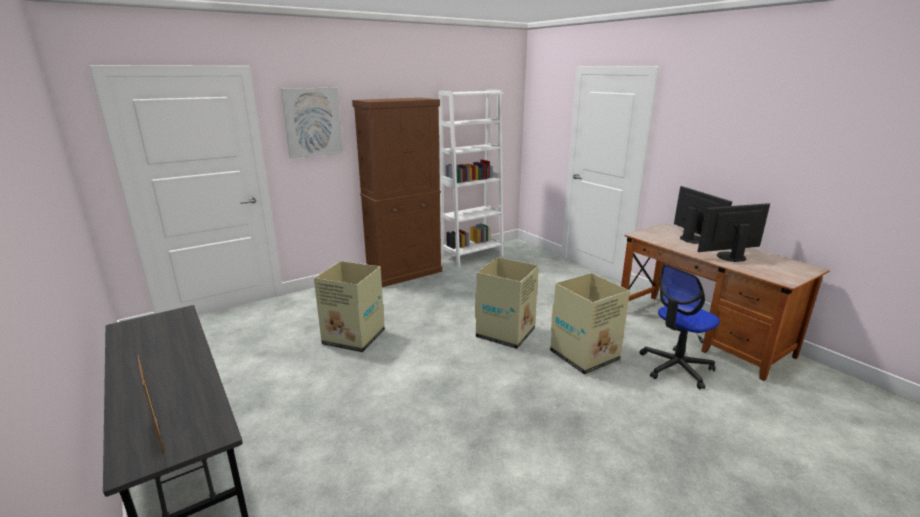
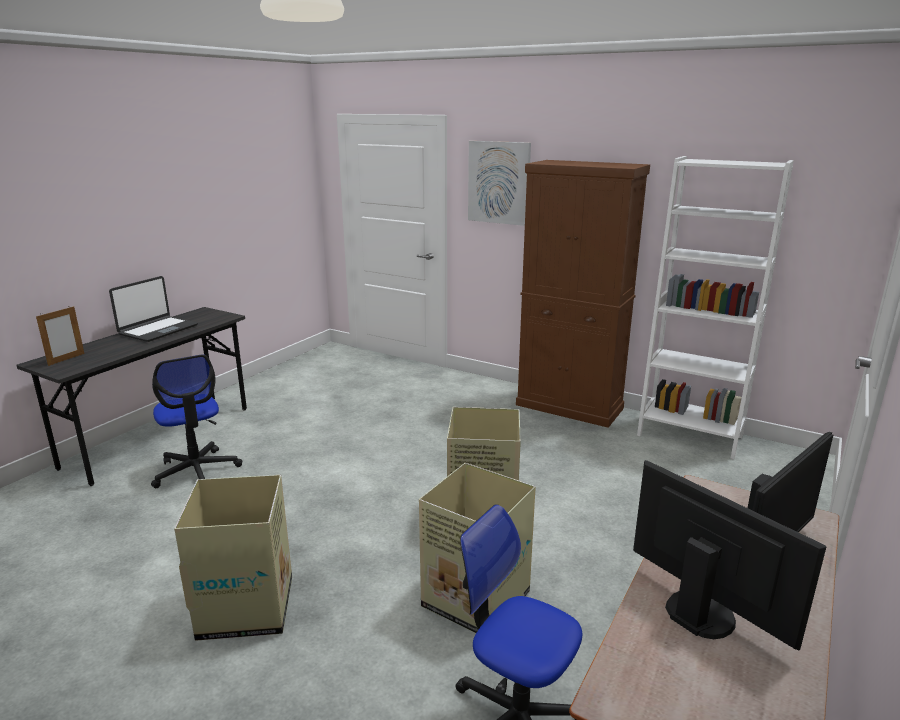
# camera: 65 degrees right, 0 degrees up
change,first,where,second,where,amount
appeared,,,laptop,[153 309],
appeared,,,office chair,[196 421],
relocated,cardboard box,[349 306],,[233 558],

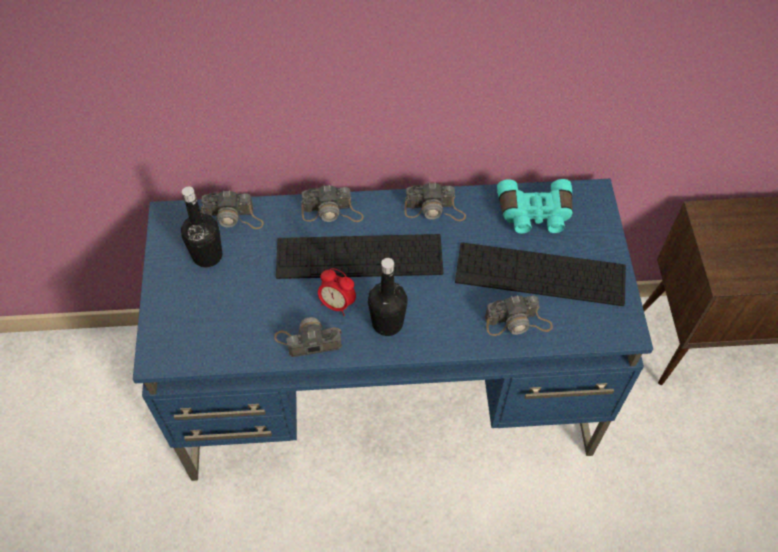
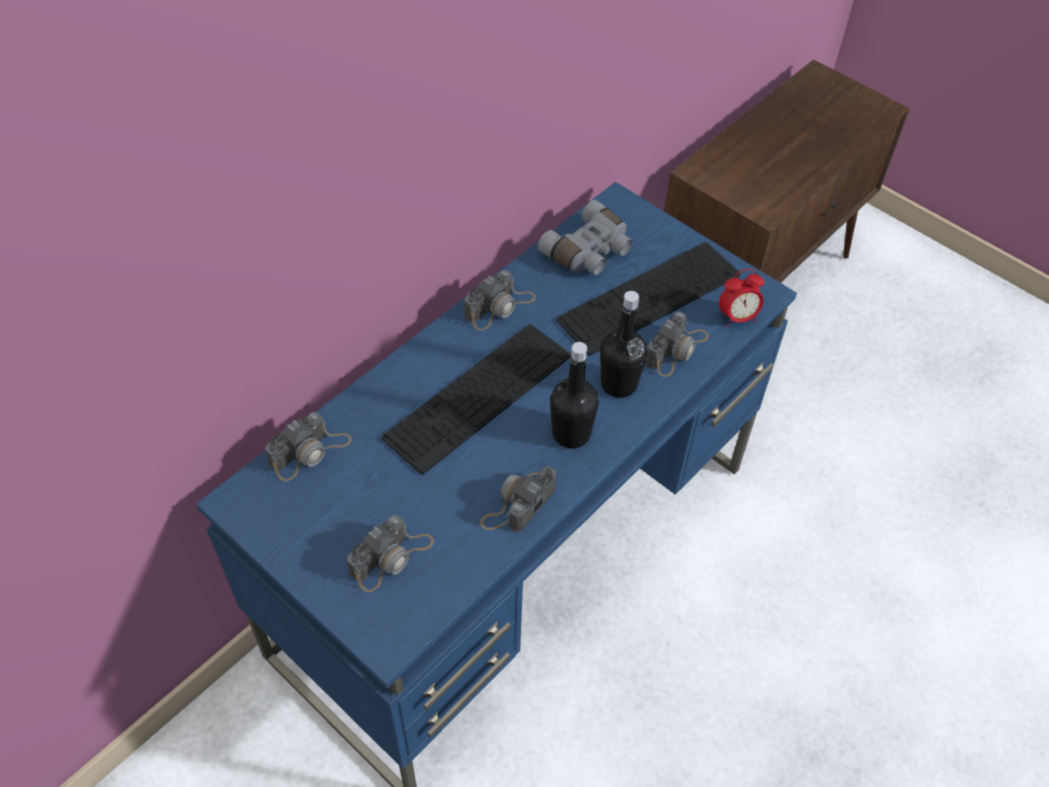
# camera: 45 degrees left, 5 degrees down
change,first,where,second,where,amount
relocated,black bottle,[201 227],,[623 344],
relocated,photo camera,[332 203],,[390 553],
relocated,alarm clock,[337 292],,[741 298],
colour,turquoise binoculars,[535 206],grey binoculars,[585 237],

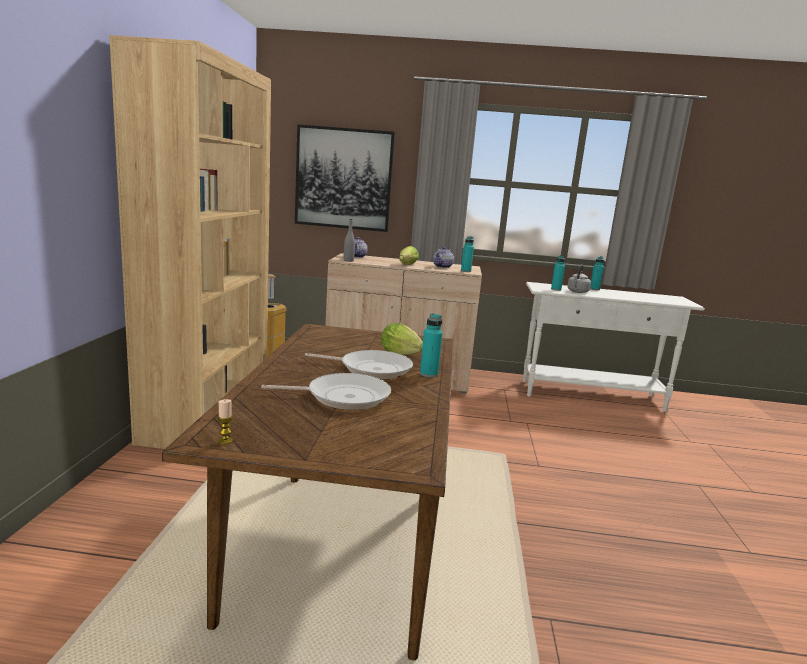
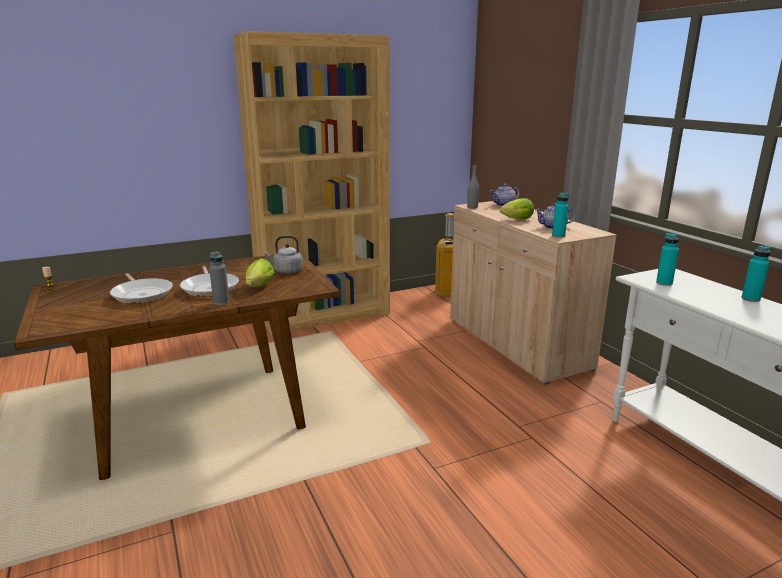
# camera: 60 degrees right, 5 degrees up
change,first,where,second,where,amount
missing,picture,[345 178],,,
relocated,grey kettle,[579 278],,[283 255],
colour,turquoise bottle,[431 345],grey bottle,[219 278],

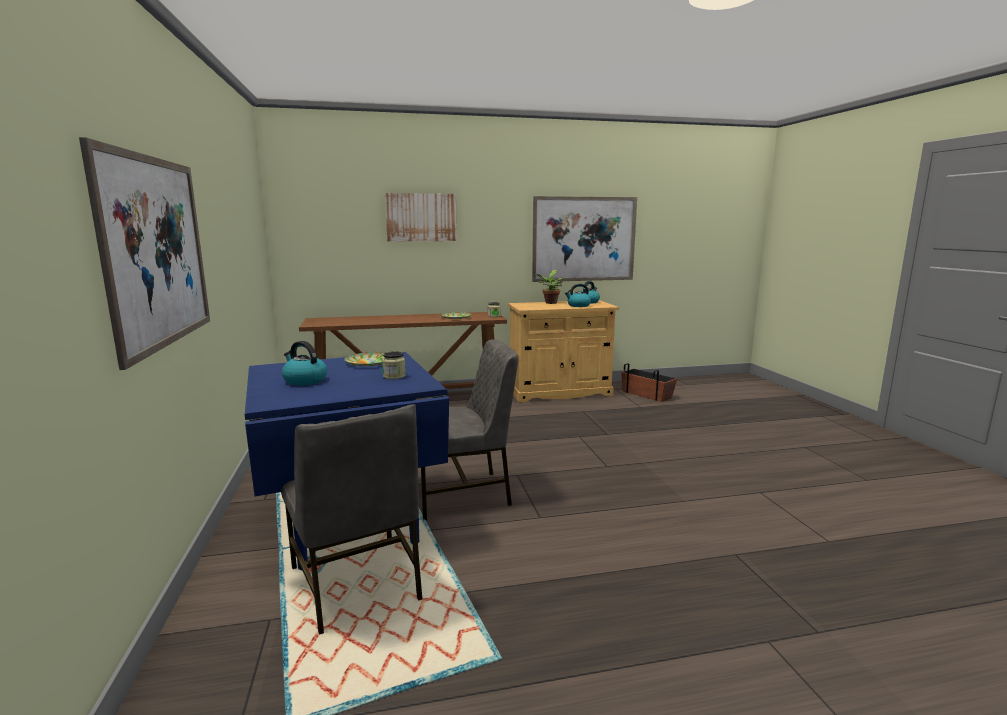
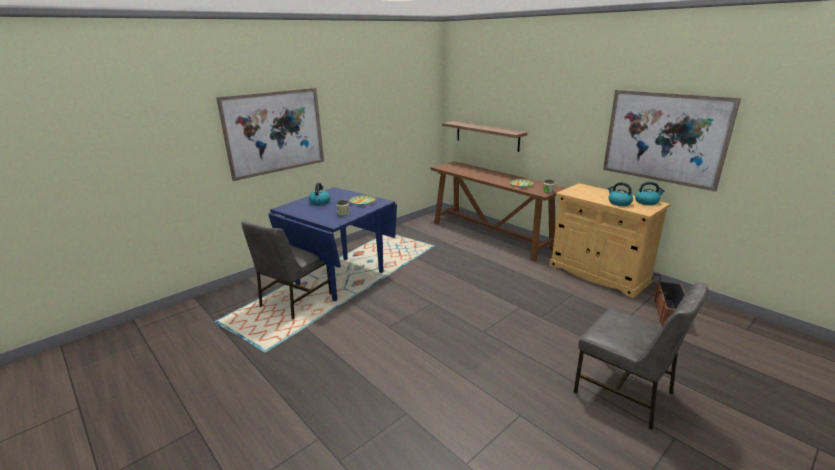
# camera: 60 degrees right, 10 degrees up
change,first,where,second,where,amount
missing,picture,[421 217],,,
missing,potted plant,[549 287],,,
appeared,,,shelf,[484 136],
relocated,grey chair,[469 429],,[641 356],

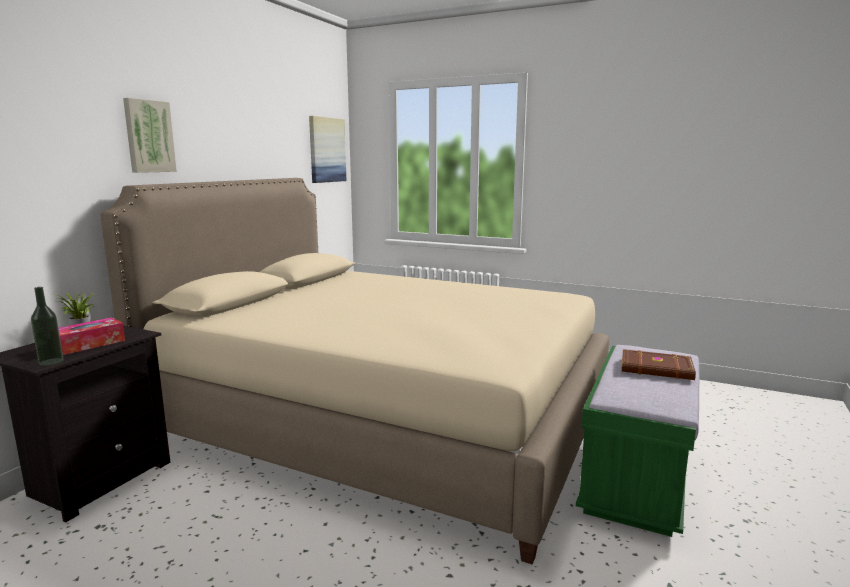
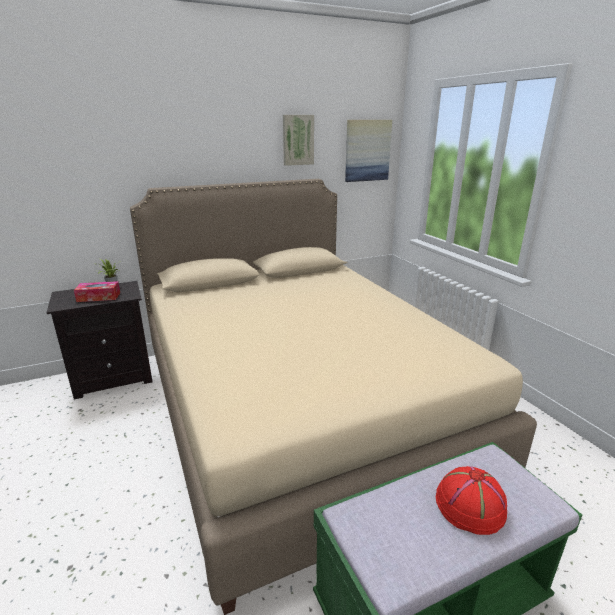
# camera: 40 degrees right, 10 degrees up
change,first,where,second,where,amount
missing,bottle,[47 326],,,
relocated,picture,[150 135],,[298 140],
exchanged,brown book,[659 364],red hat,[471 500],

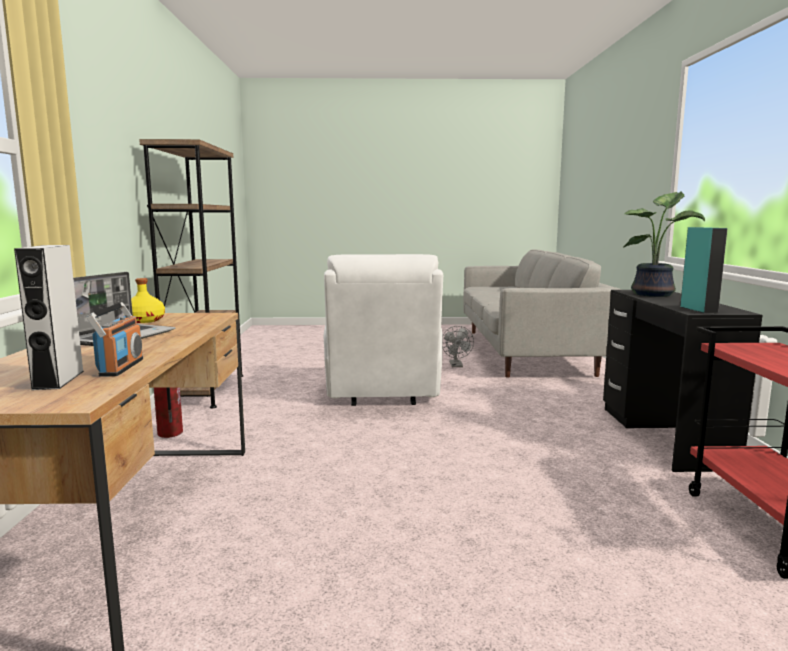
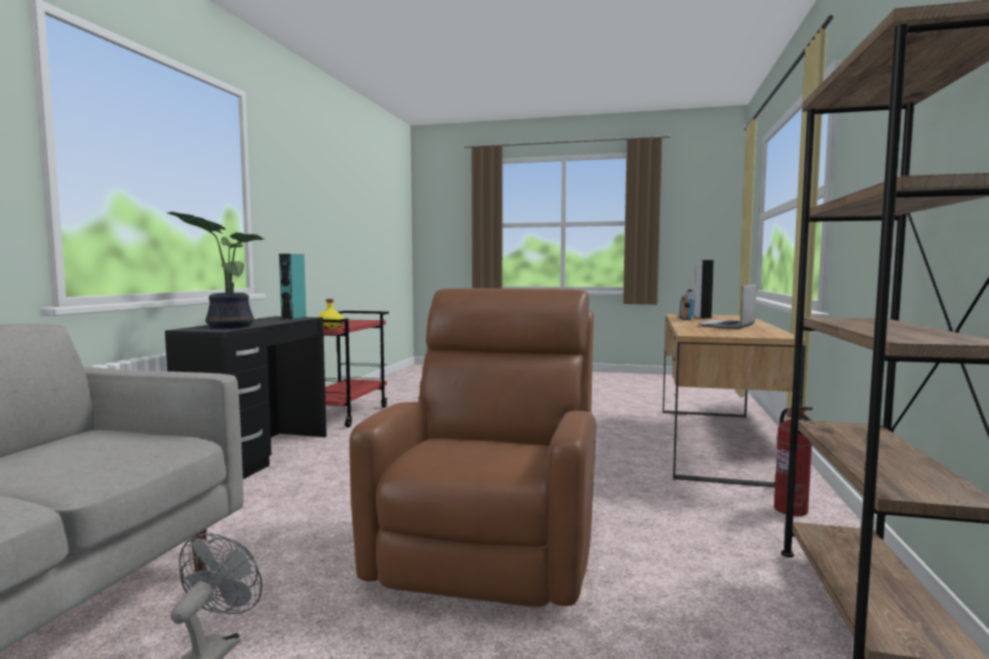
# camera: 165 degrees left, 5 degrees down
change,first,where,second,where,amount
relocated,yellow bottle,[148 300],,[331 314],
colour,white armchair,[383 330],brown armchair,[472 447],

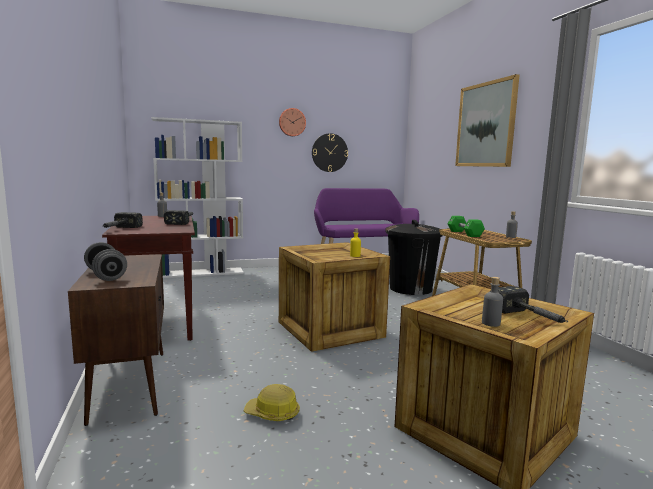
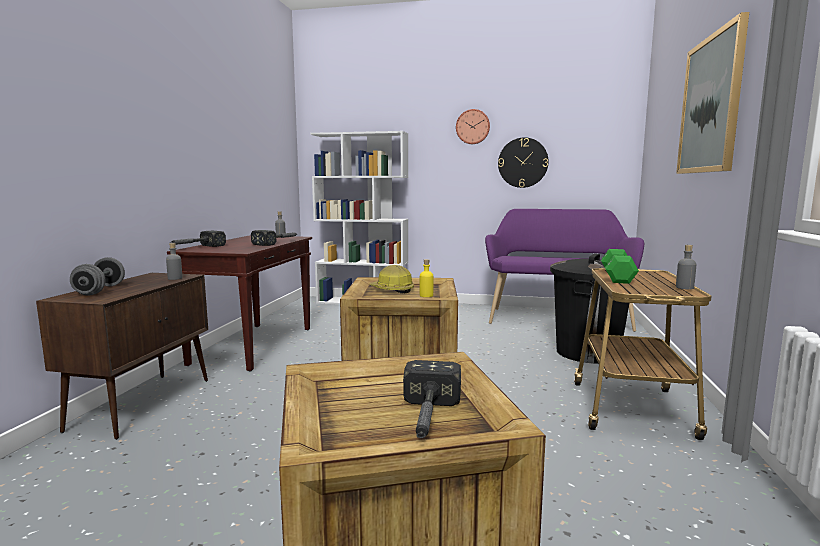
# camera: 30 degrees right, 0 degrees up
change,first,where,second,where,amount
relocated,hard hat,[272 402],,[391 279],
relocated,grey bottle,[492 302],,[174 261],

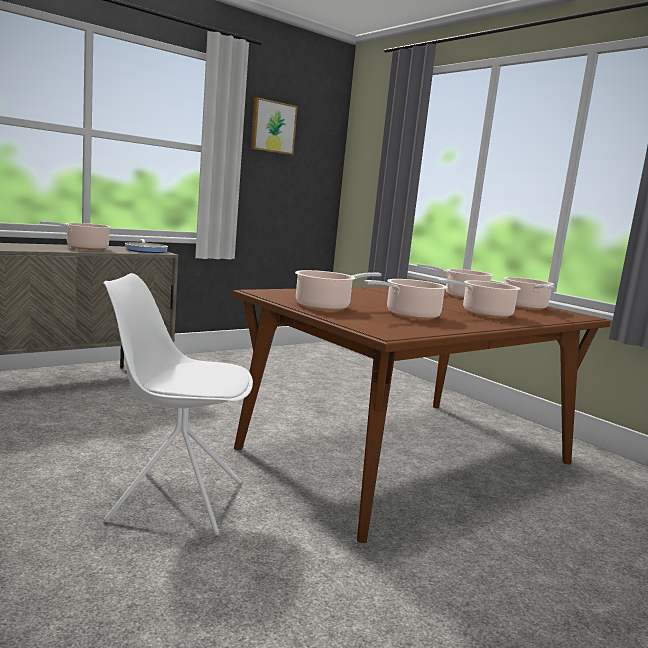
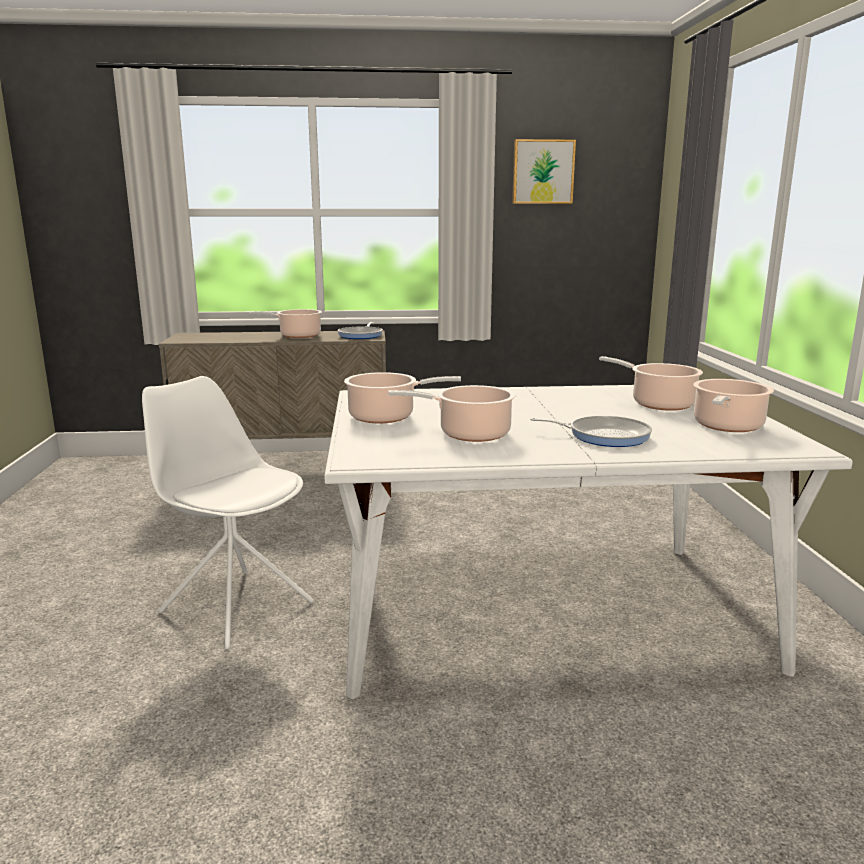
# camera: 35 degrees right, 5 degrees up
change,first,where,second,where,amount
exchanged,cooking pot,[479 298],frying pan,[591 431],
colour,brown dining table,[422 415],white dining table,[589 542],

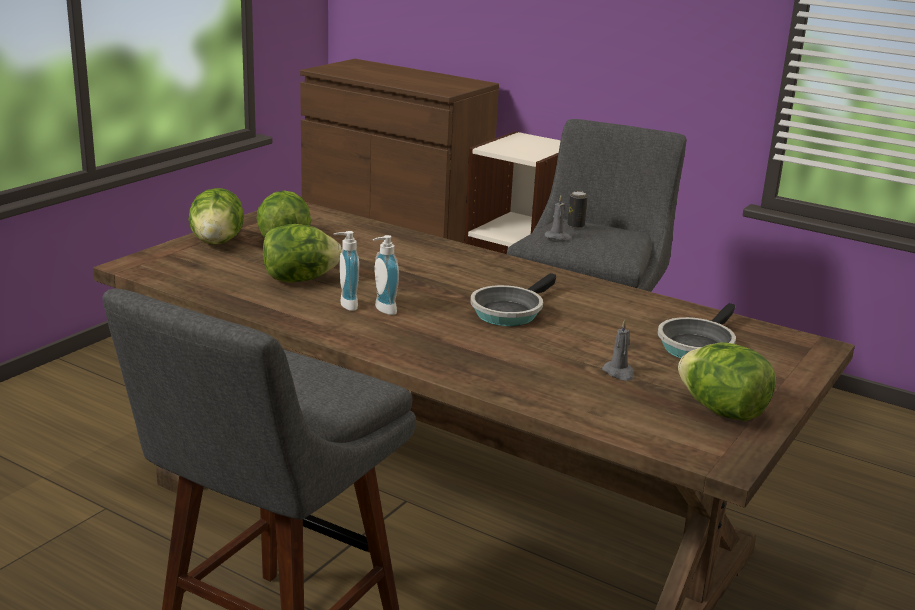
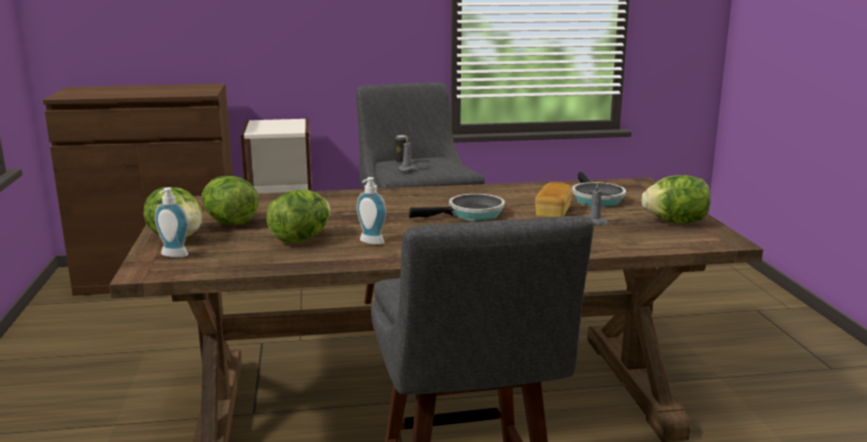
# camera: 40 degrees left, 5 degrees down
change,first,where,second,where,amount
appeared,,,bread,[554 200],
relocated,soap dispenser,[386 275],,[171 222],
spun,frying pan,[513 299],,[457 207],105 degrees counterclockwise

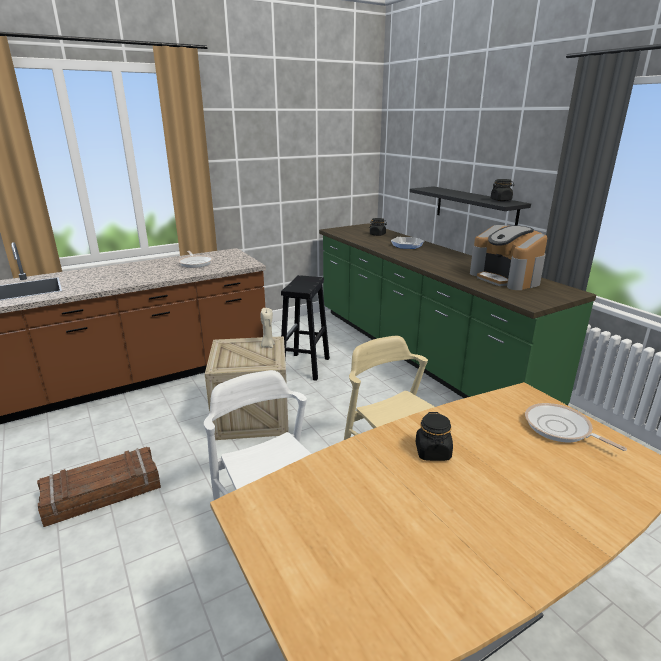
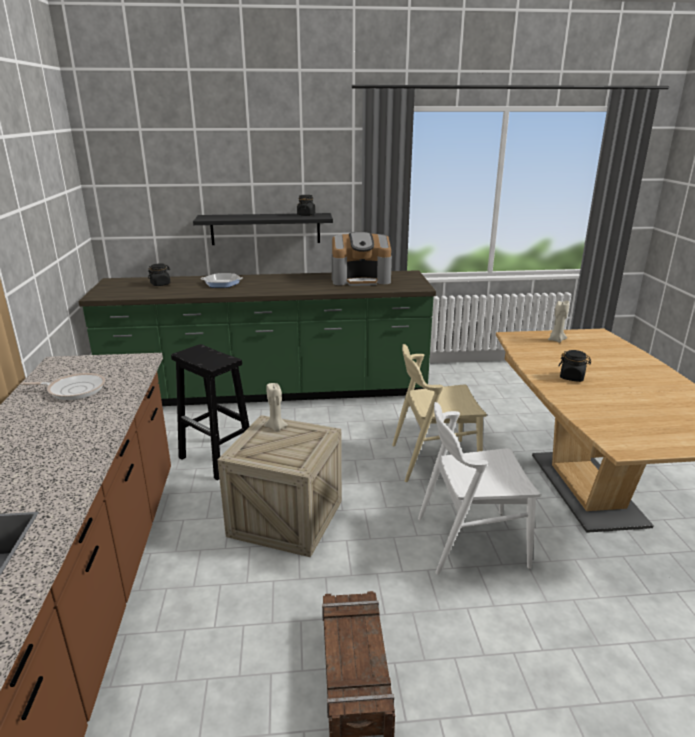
# camera: 65 degrees left, 0 degrees up
change,first,where,second,where,amount
exchanged,frying pan,[576 427],beige candle,[558 321],

